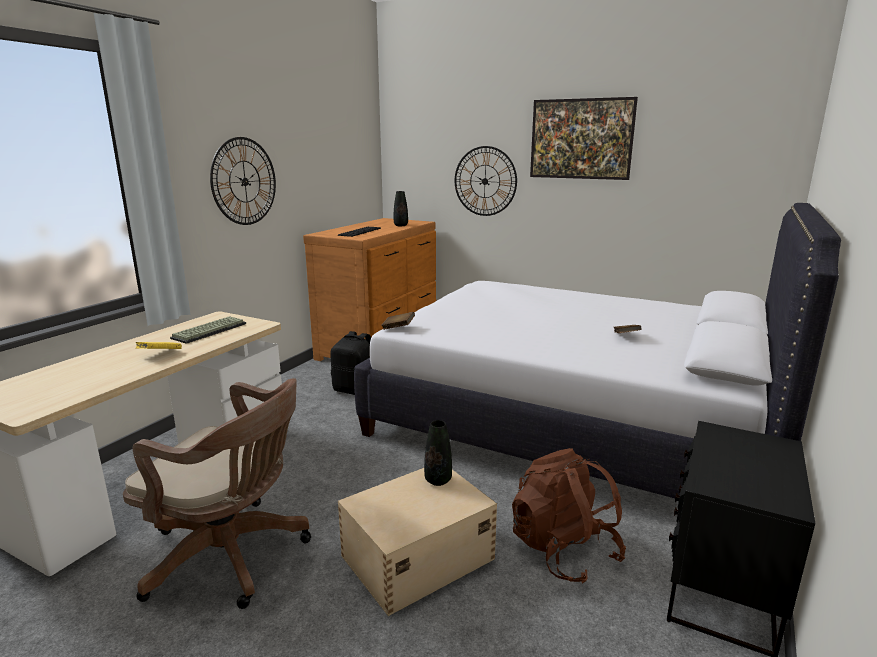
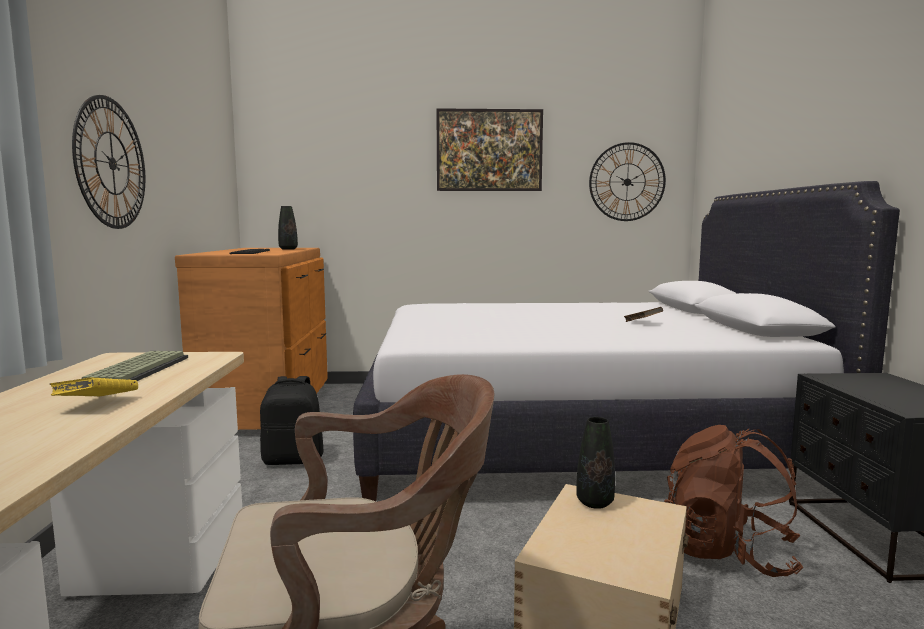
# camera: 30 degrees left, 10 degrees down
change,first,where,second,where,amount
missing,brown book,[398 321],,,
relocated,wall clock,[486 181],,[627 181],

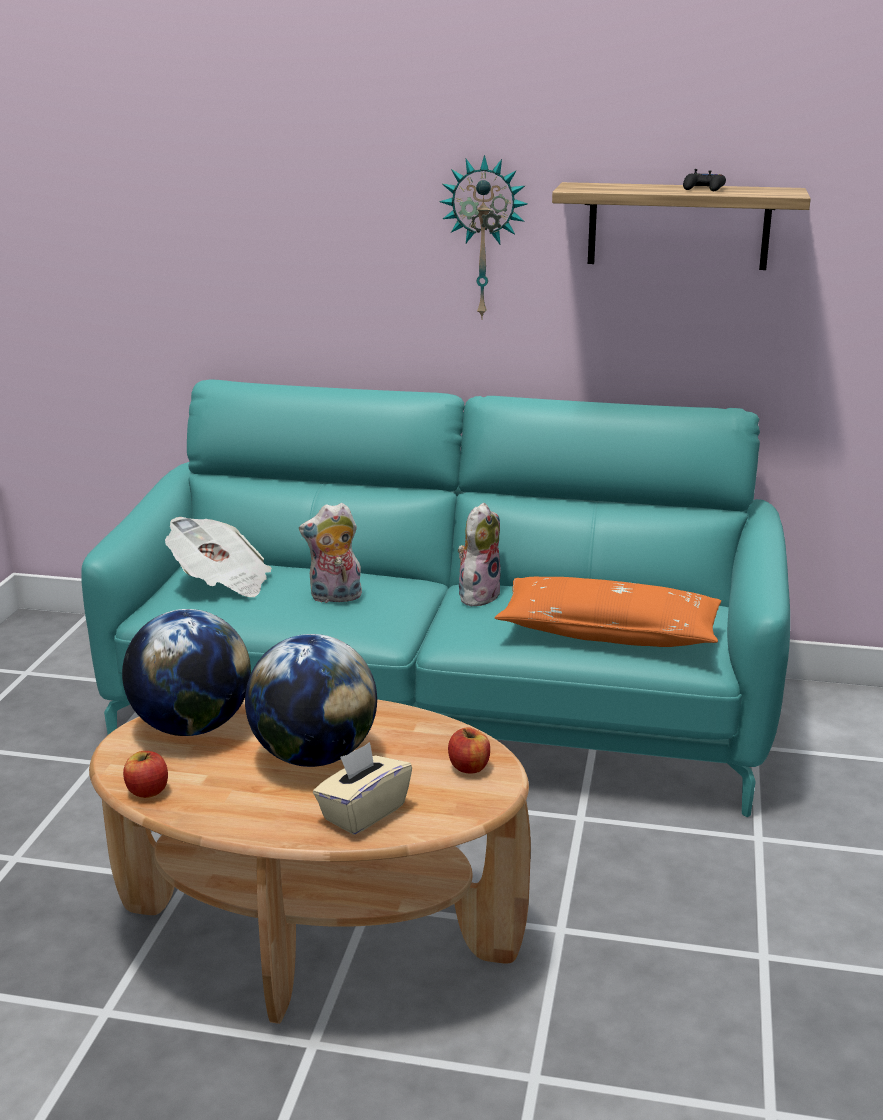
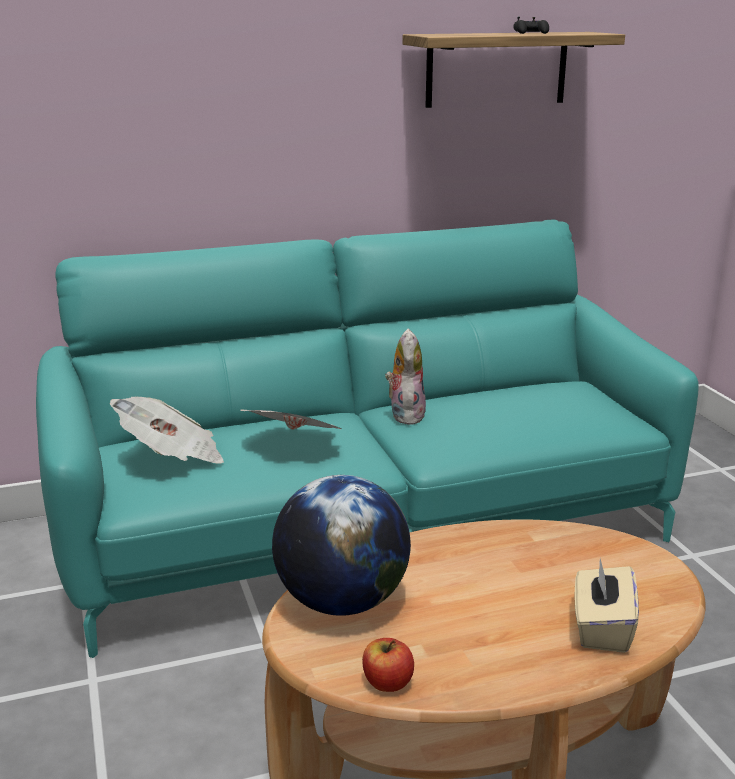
# camera: 30 degrees left, 0 degrees up
change,first,where,second,where,amount
missing,globe,[311 700],,,
missing,wall clock,[483 237],,,
missing,apple,[469 751],,,
missing,orange pillow,[607 612],,,
exchanged,plush toy,[330 553],newspaper,[290 419],

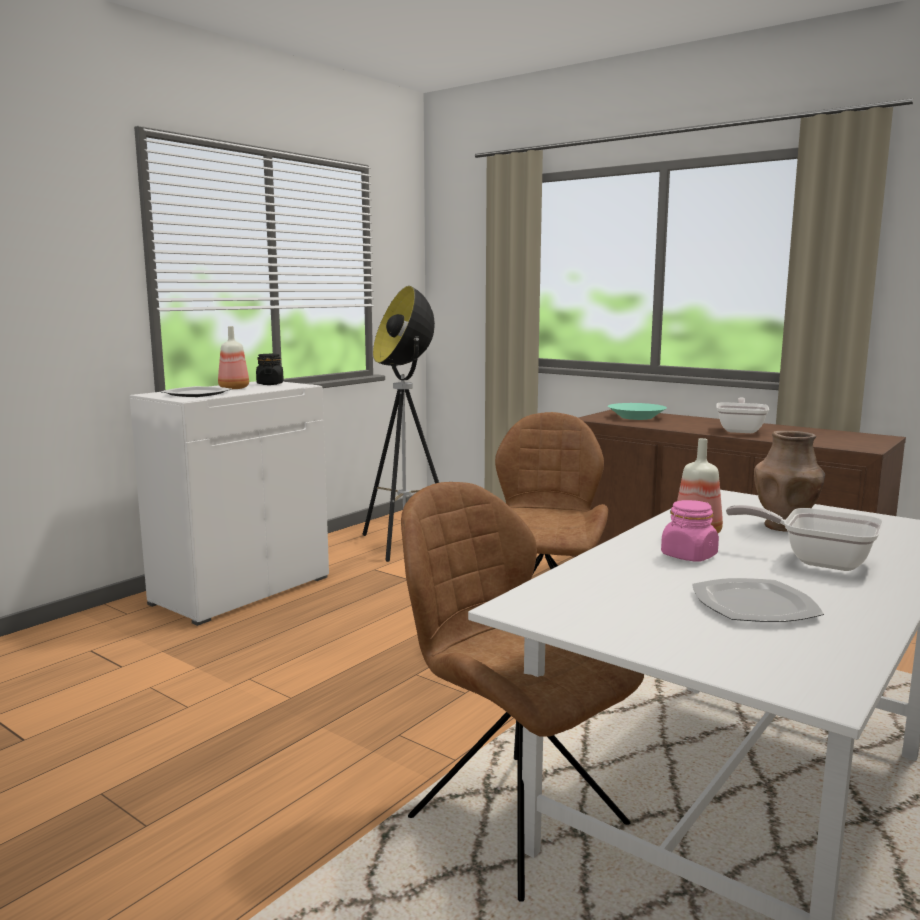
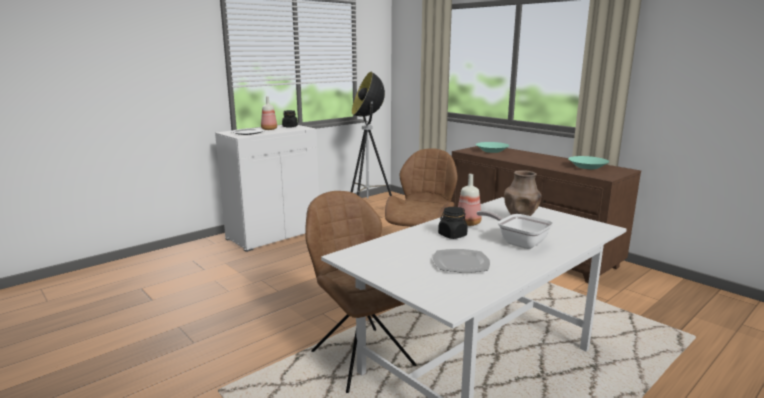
# camera: 10 degrees right, 5 degrees up
change,first,where,second,where,amount
missing,frying pan,[742 415],,,
appeared,,,turquoise bowl,[588 162],
colour,pink jar,[690 531],black jar,[453 223],

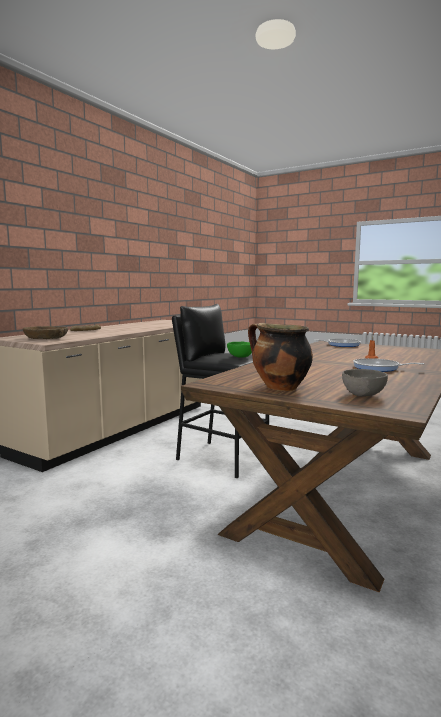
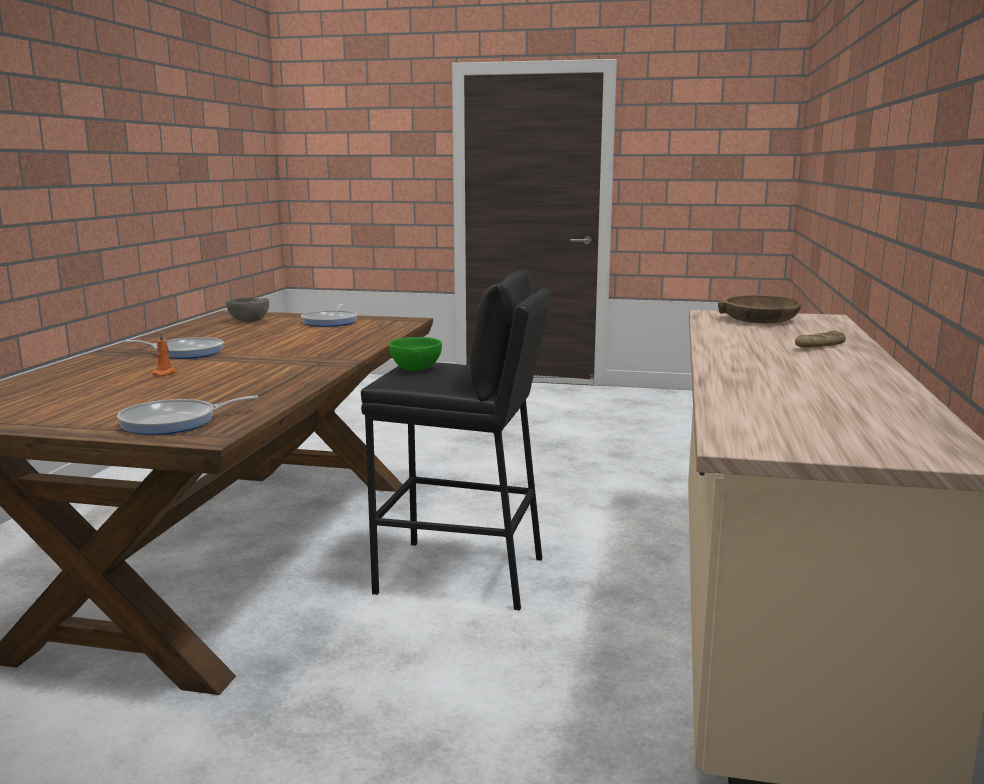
# camera: 160 degrees right, 5 degrees up
change,first,where,second,where,amount
exchanged,cooking pot,[280 357],frying pan,[329 315],

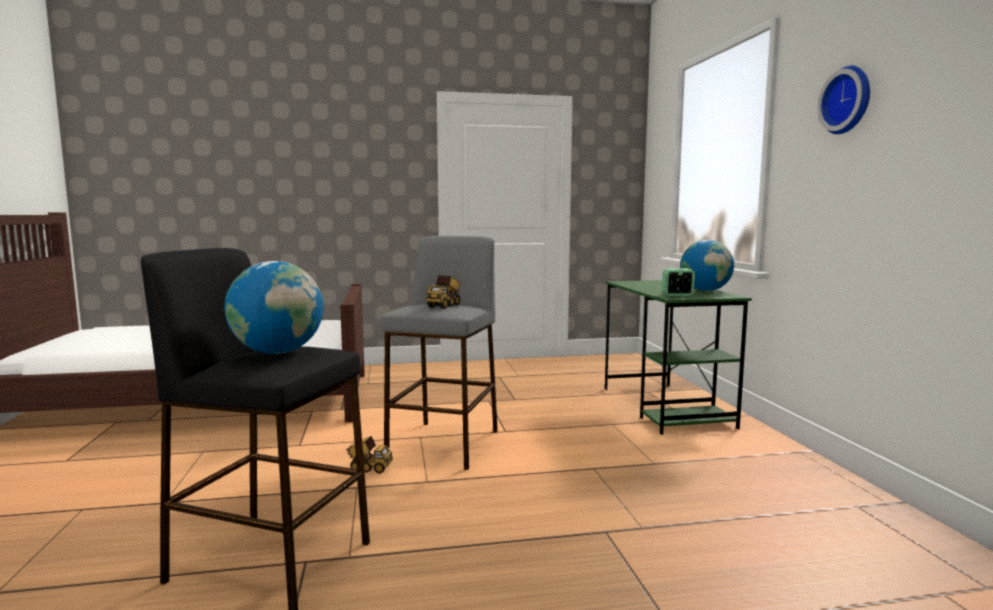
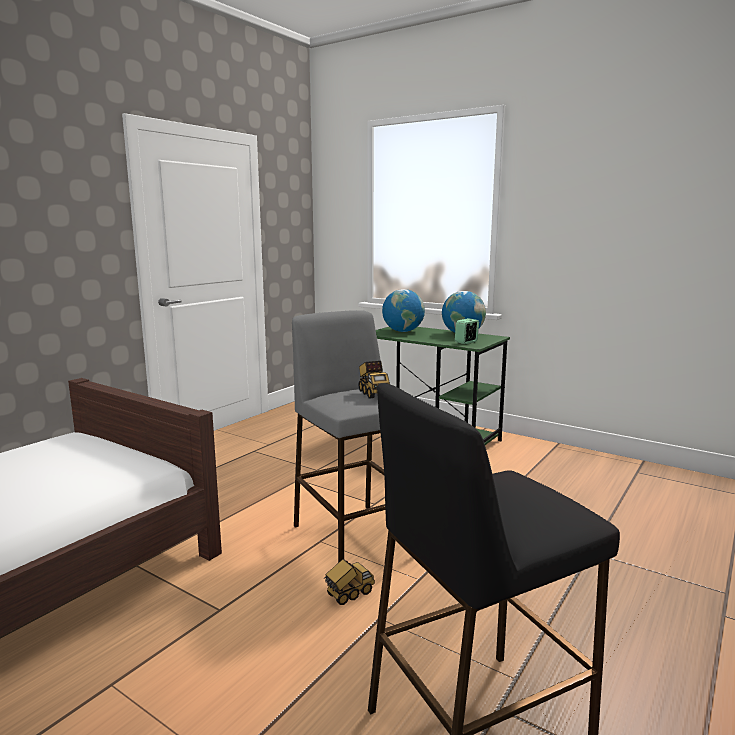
# camera: 45 degrees left, 5 degrees up
change,first,where,second,where,amount
missing,wall clock,[843 99],,,
relocated,globe,[274 307],,[403 310],

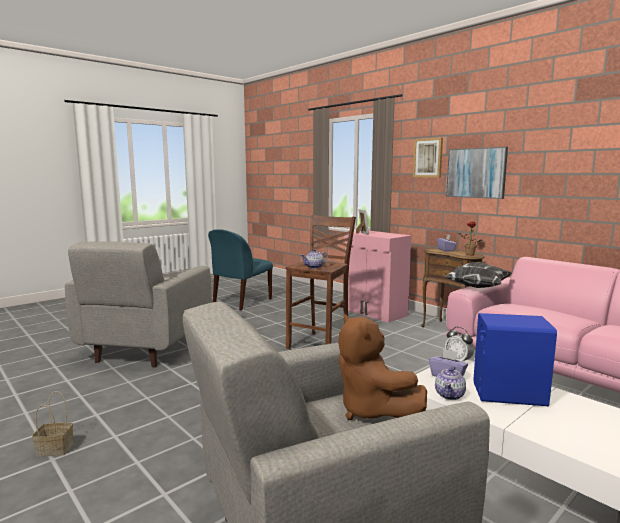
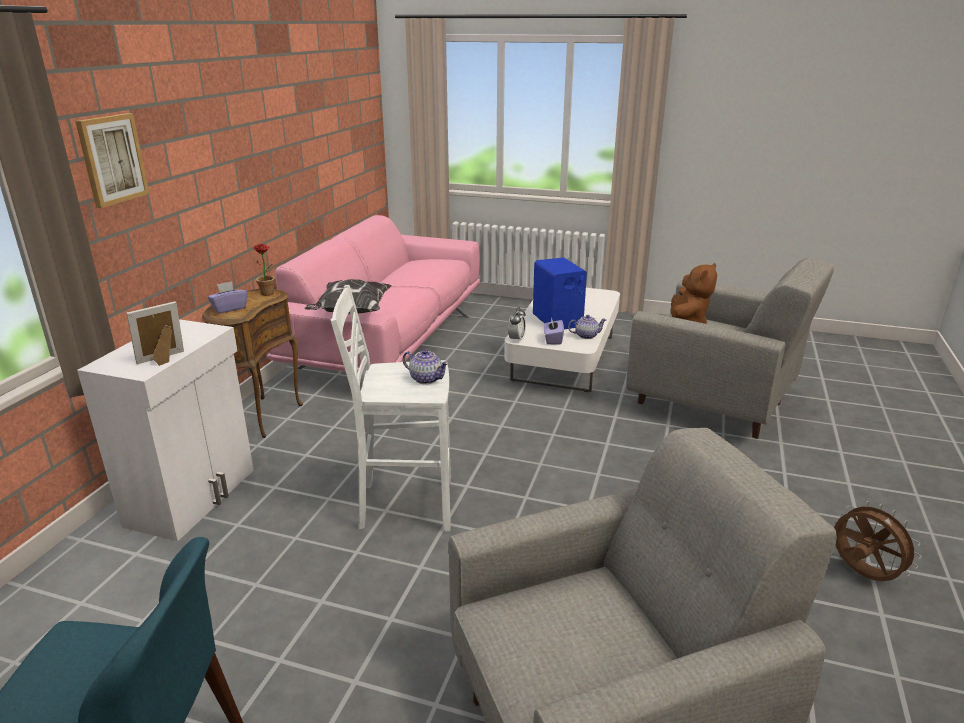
# camera: 120 degrees left, 15 degrees up
change,first,where,second,where,amount
missing,picture,[477 173],,,
exchanged,basket,[52 424],brown fan,[878 541],
colour,brown stool,[321 282],white stool,[390 408],
colour,pink cabinet,[378 276],white cabinet,[165 430],

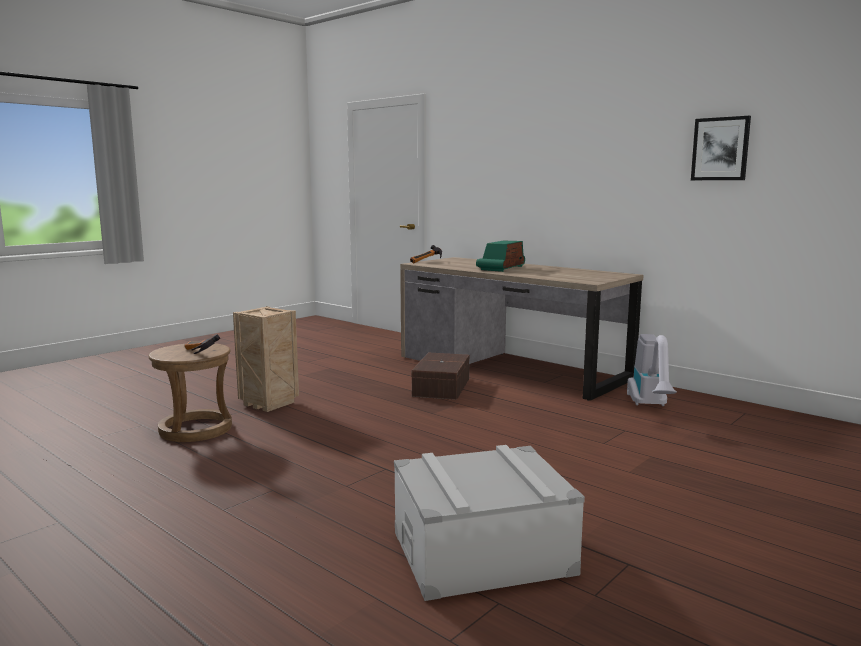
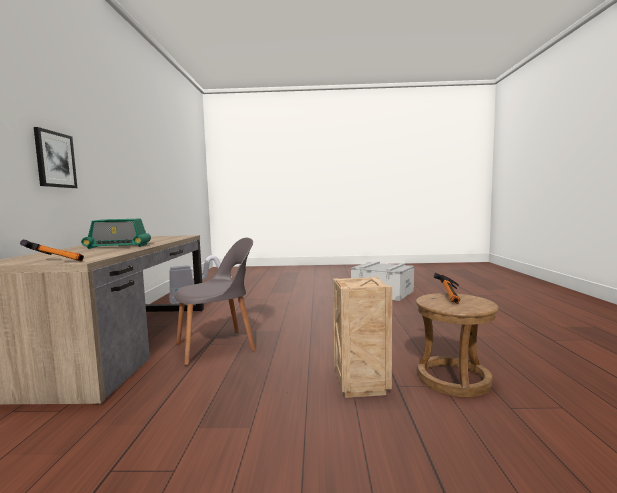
# camera: 130 degrees left, 5 degrees down
change,first,where,second,where,amount
relocated,picture,[721 148],,[55 157],
exchanged,brown storage box,[440 376],grey chair,[214 301],

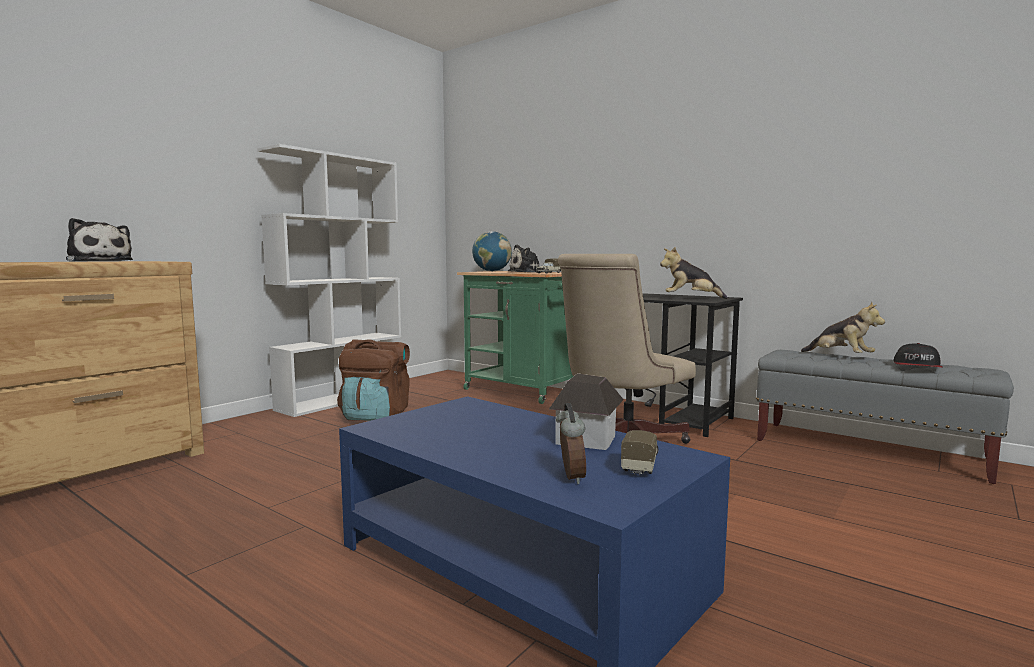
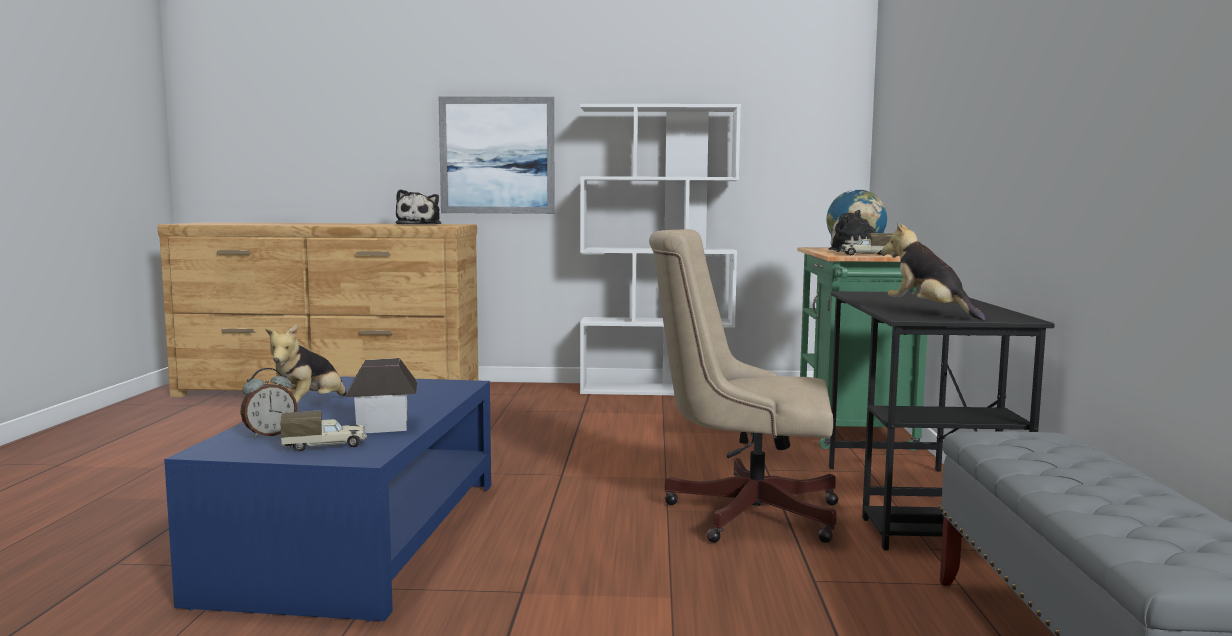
# camera: 55 degrees right, 0 degrees up
change,first,where,second,where,amount
missing,brown backpack,[373 380],,,
missing,cap,[918 355],,,
appeared,,,picture,[497 155],
relocated,plush toy,[843 327],,[306 363],

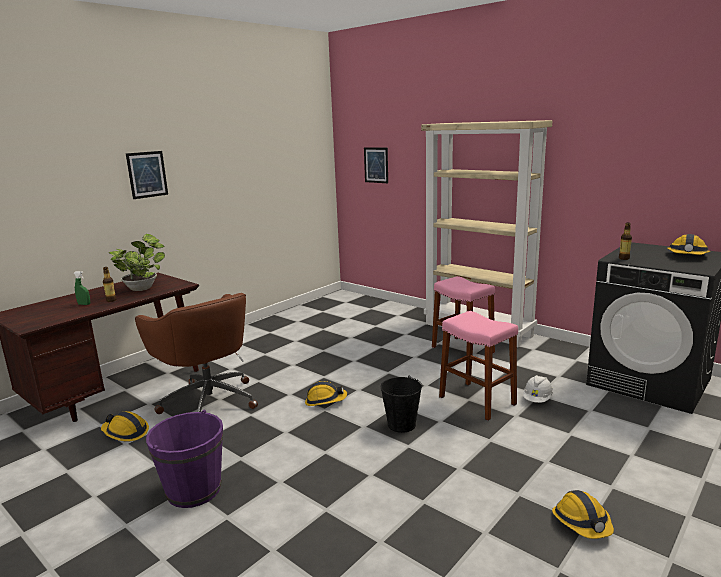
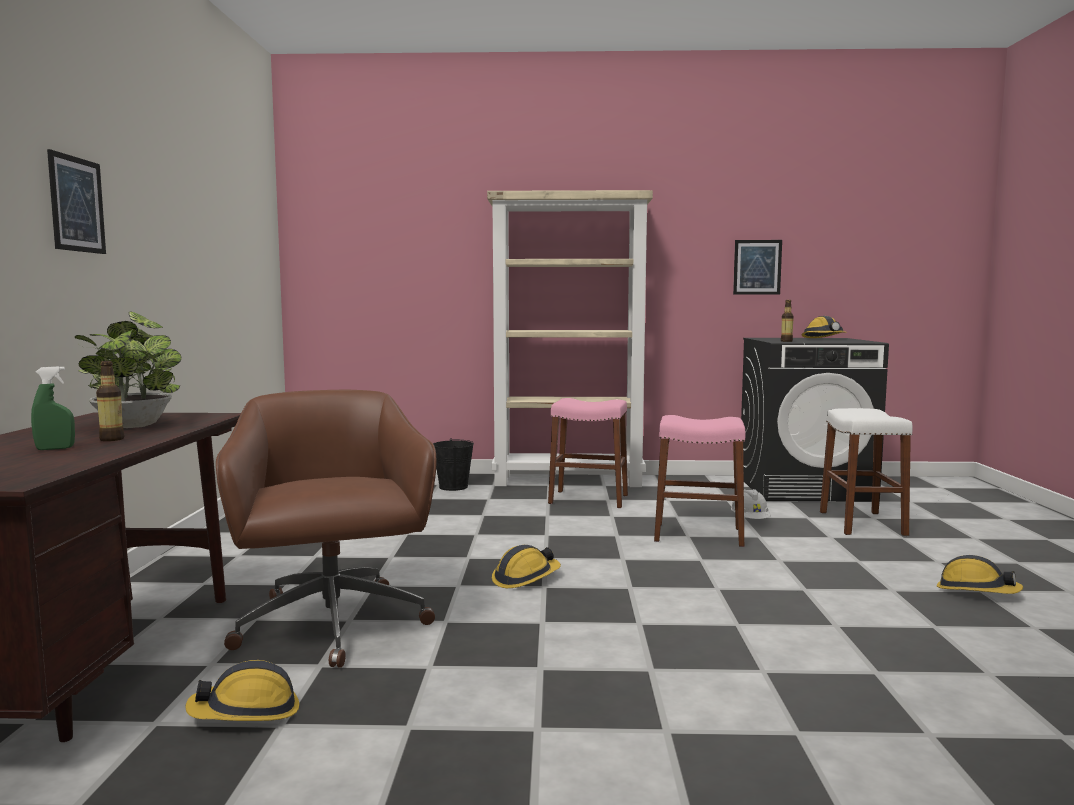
# camera: 40 degrees left, 10 degrees down
change,first,where,second,where,amount
missing,purple bucket,[184 459],,,
appeared,,,white stool,[866 472],
relocated,picture,[376 165],,[757 267],
relocated,black bucket,[401 404],,[453 464],
spun,brown office chair,[196 353],,[326 529],120 degrees counterclockwise

